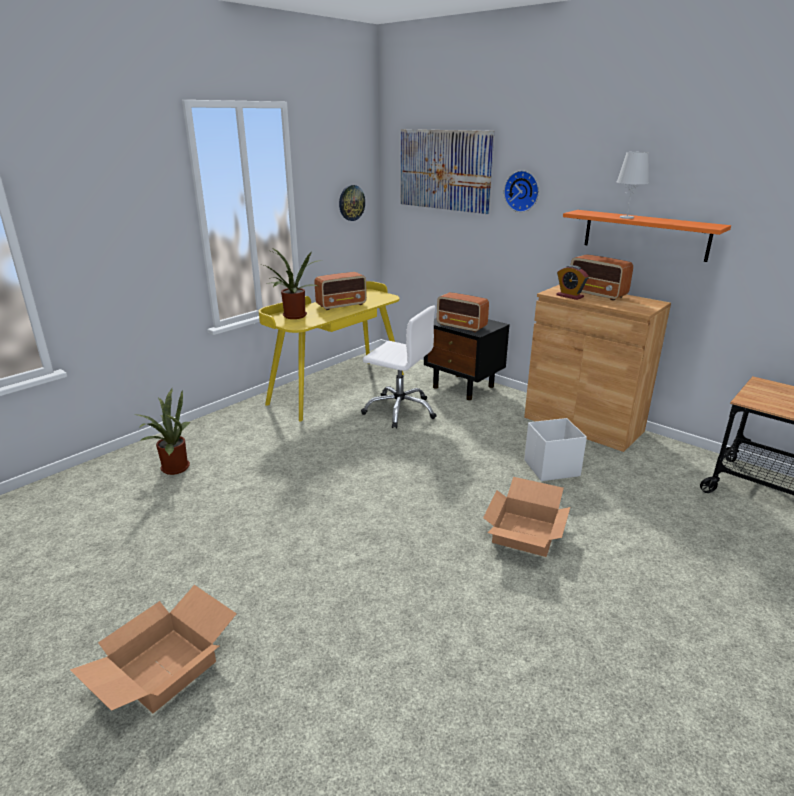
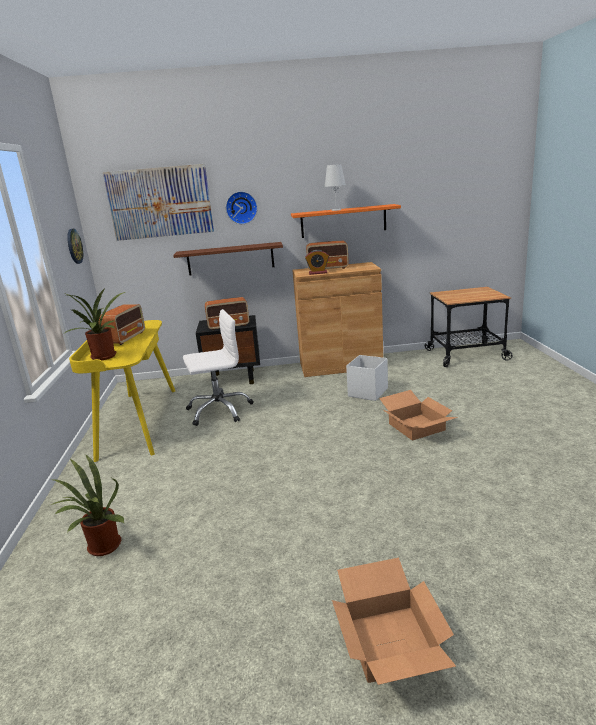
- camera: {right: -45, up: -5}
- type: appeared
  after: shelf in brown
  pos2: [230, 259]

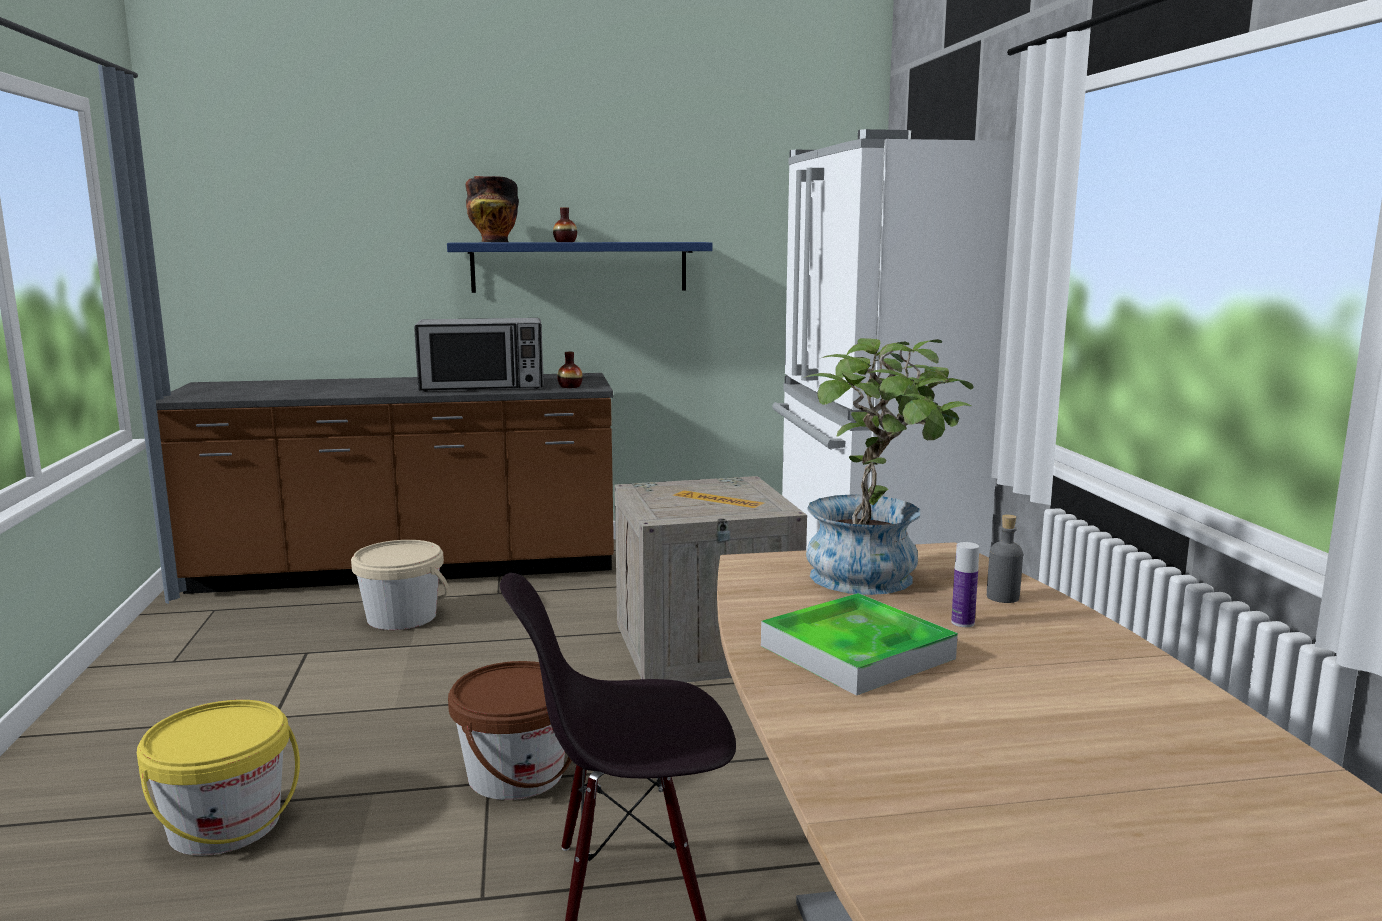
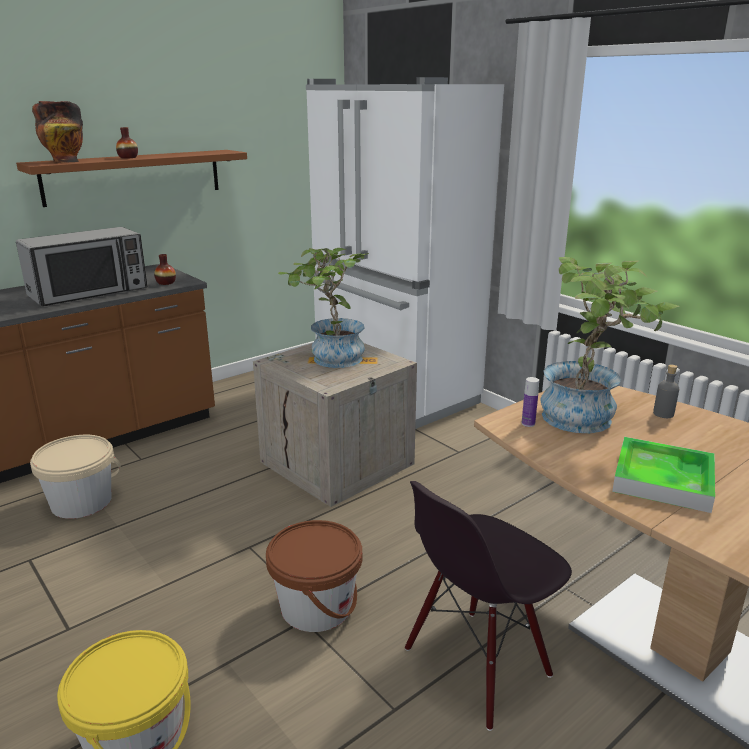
- camera: {right: -30, up: 10}
- type: colour
  before: shelf in blue-coloured
  after: shelf in brown
  pos1: [580, 266]
  pos2: [134, 176]
- type: relocated
  before: bottle
  pos1: [962, 623]
  pos2: [528, 423]
- type: appeared
  after: plant in a pot
  pos2: [330, 359]

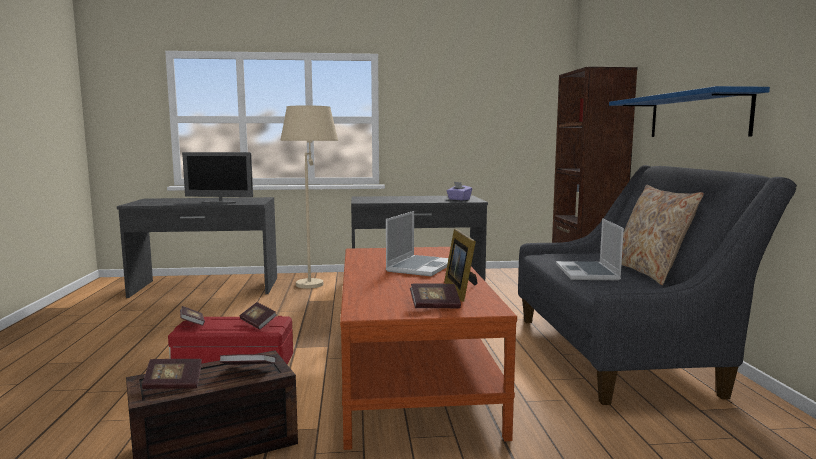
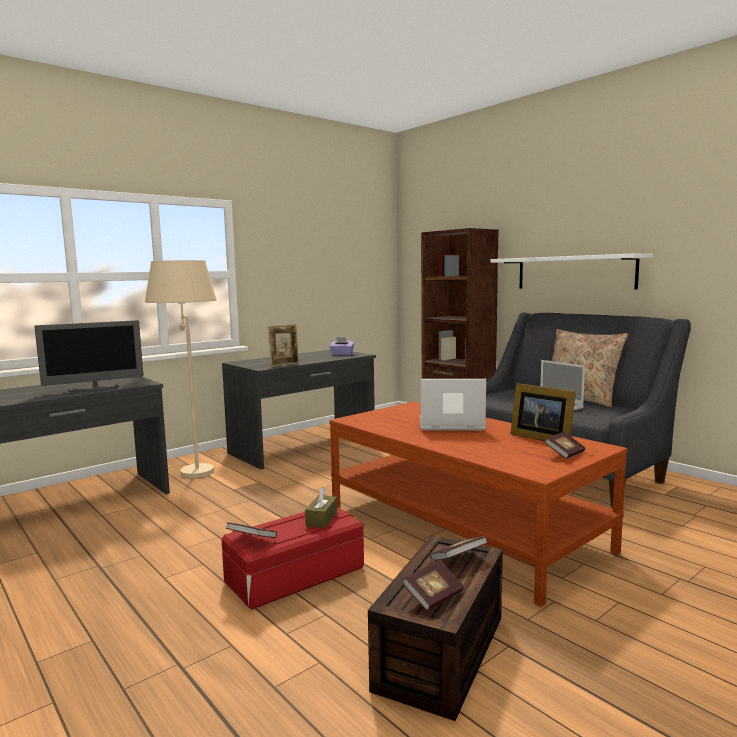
- camera: {right: -35, up: 0}
- type: exchanged
  before: volume
  after: tissue box in brown
  pos1: [258, 323]
  pos2: [321, 519]
- type: spun
  before: notebook computer
  pos1: [420, 267]
  pos2: [450, 424]
  turn: -75
- type: colour
  before: shelf in blue-coloured
  after: shelf in whitish
  pos1: [697, 116]
  pos2: [574, 272]
- type: appeared
  after: standing frame
  pos2: [284, 365]

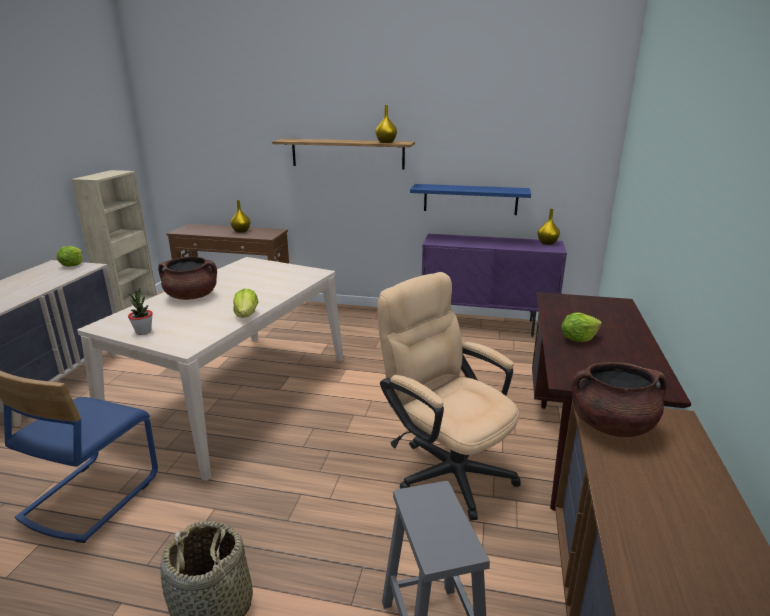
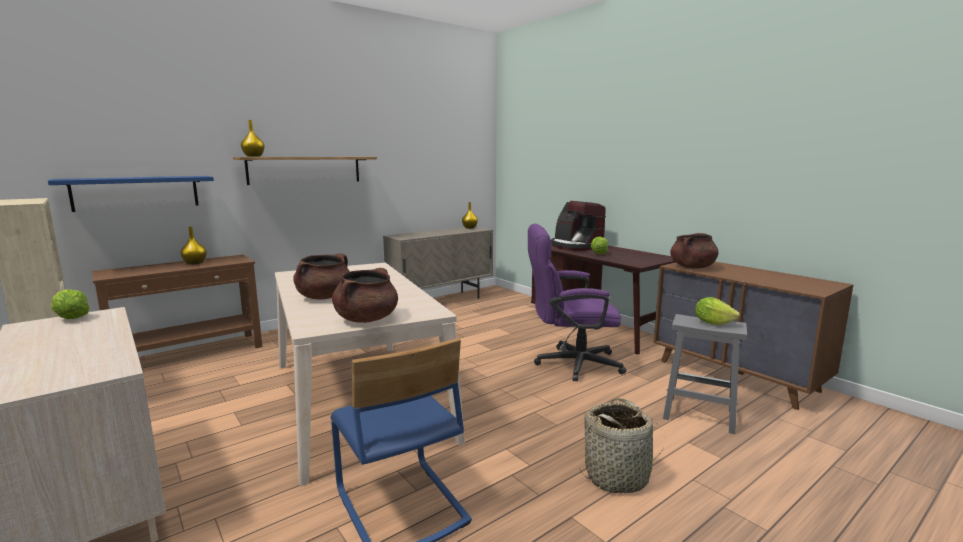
- camera: {right: -50, up: -10}
- type: exchanged
  before: plant in a pot
  after: saucepot in brown
  pos1: [143, 332]
  pos2: [366, 319]
- type: relocated
  before: lettuce head
  pos1: [246, 315]
  pos2: [713, 323]
- type: relocated
  before: vase in yellowish
  pos1: [385, 142]
  pos2: [253, 156]
- type: colour
  before: desk chair in sand-coloured
  after: desk chair in purplish
  pos1: [446, 468]
  pos2: [570, 364]
- type: relocated
  before: shelf in blue-coloured
  pos1: [470, 199]
  pos2: [136, 193]
- type: colour
  before: cabinet in purplish
  after: cabinet in sand-coloured
  pos1: [487, 324]
  pos2: [441, 301]
- type: appeared
  after: coffee machine
  pos2: [575, 246]

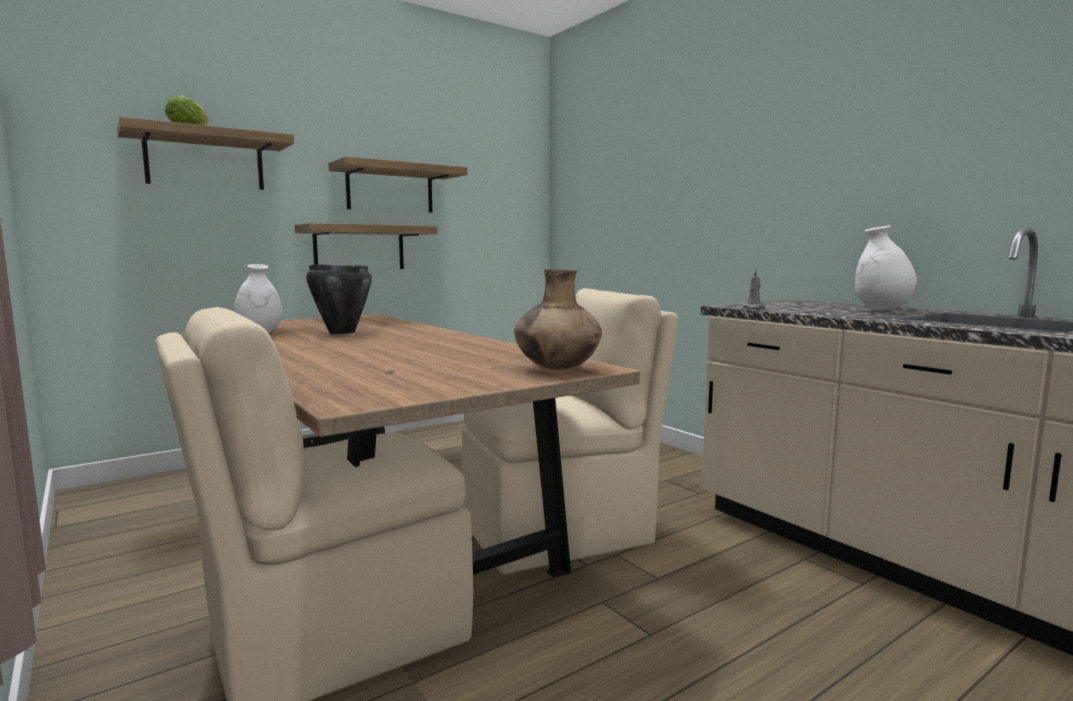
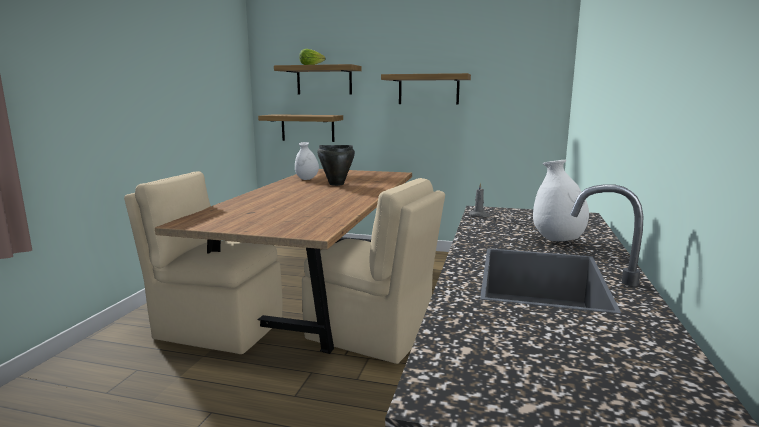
- camera: {right: 50, up: 5}
- type: relocated
  before: shelf
  pos1: [359, 248]
  pos2: [307, 128]
- type: missing
  before: vase in brown
  pos1: [556, 369]

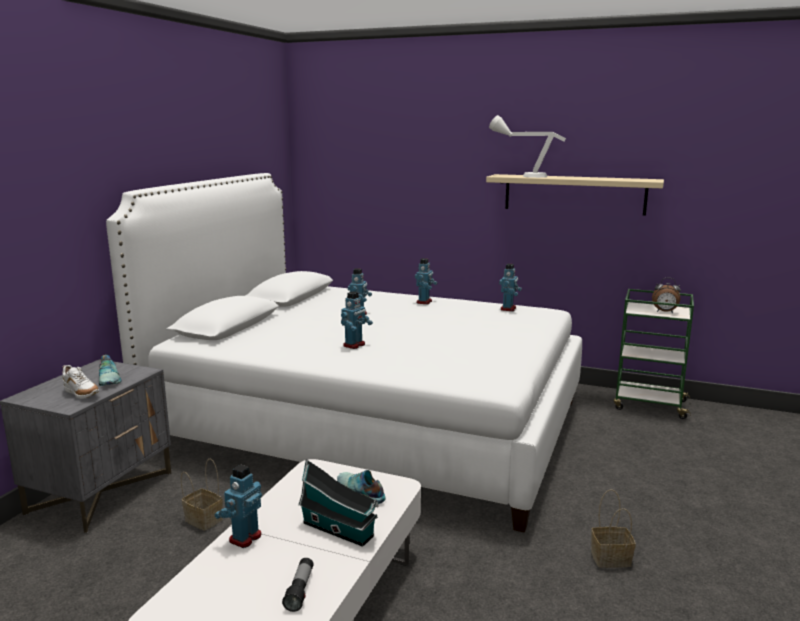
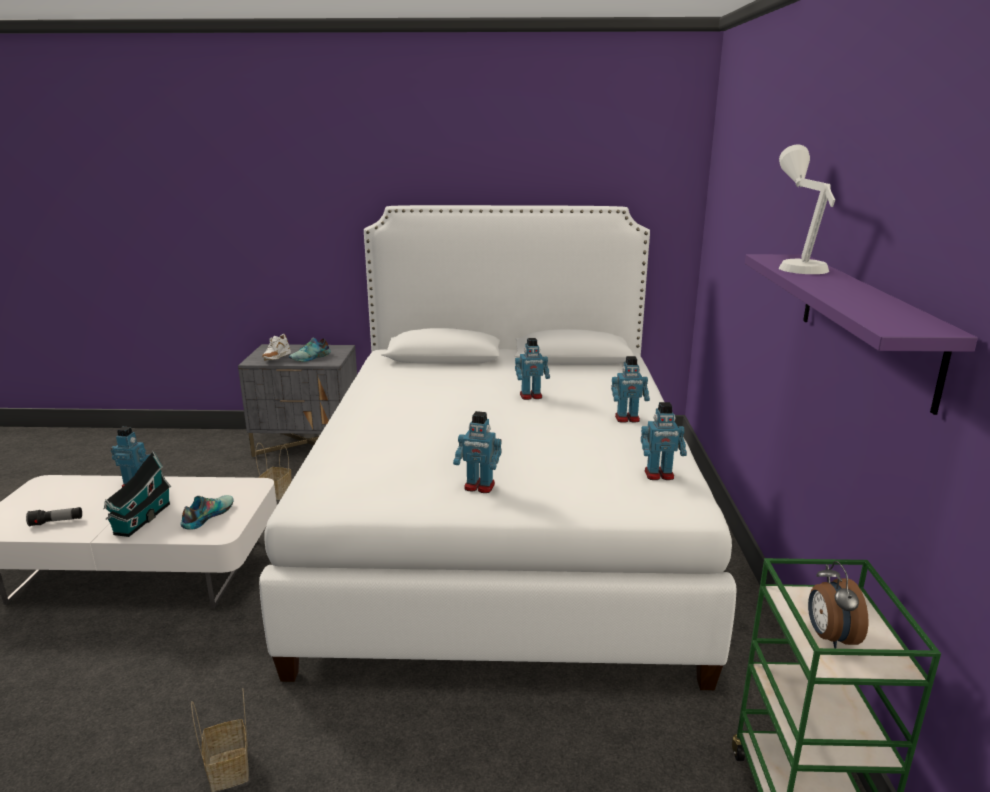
- camera: {right: 70, up: 5}
- type: relocated
  before: robot figure
  pos1: [354, 345]
  pos2: [479, 487]
- type: colour
  before: shelf in sand-coloured
  after: shelf in purplish
  pos1: [574, 194]
  pos2: [865, 323]

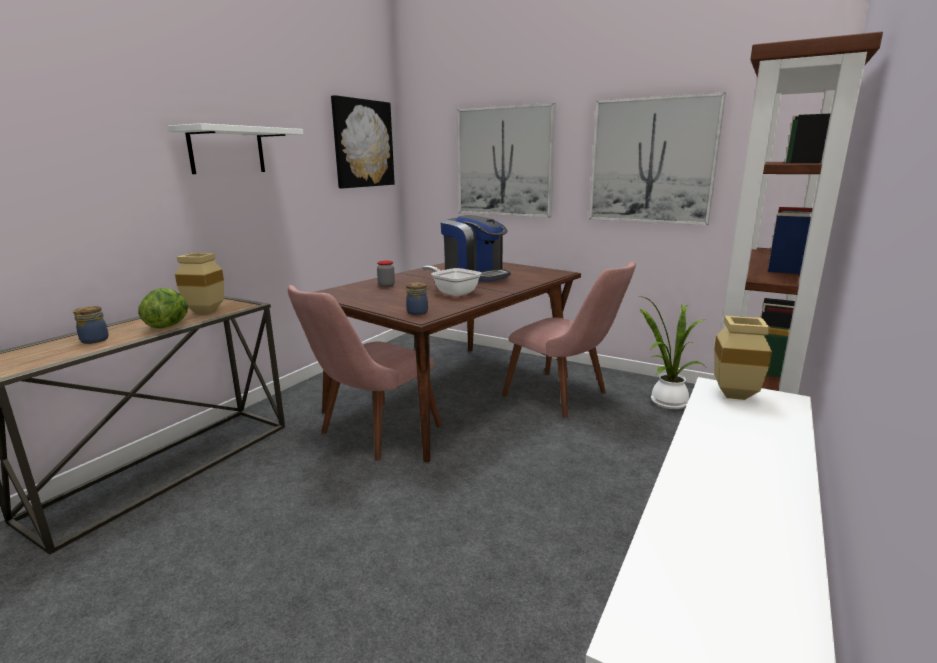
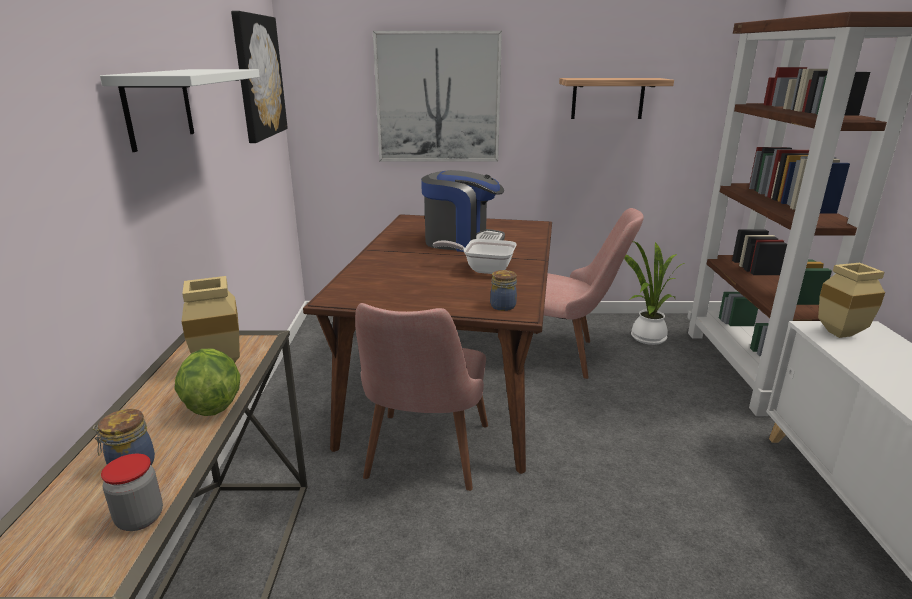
- camera: {right: -30, up: 5}
- type: relocated
  before: storage jar
  pos1: [386, 285]
  pos2: [140, 518]
- type: exchanged
  before: picture
  after: shelf
  pos1: [652, 161]
  pos2: [607, 98]

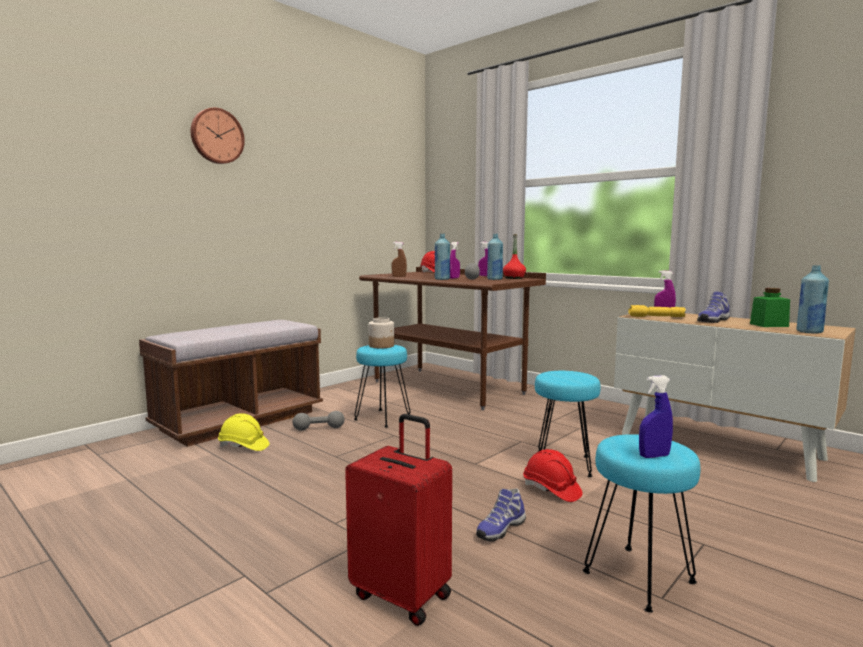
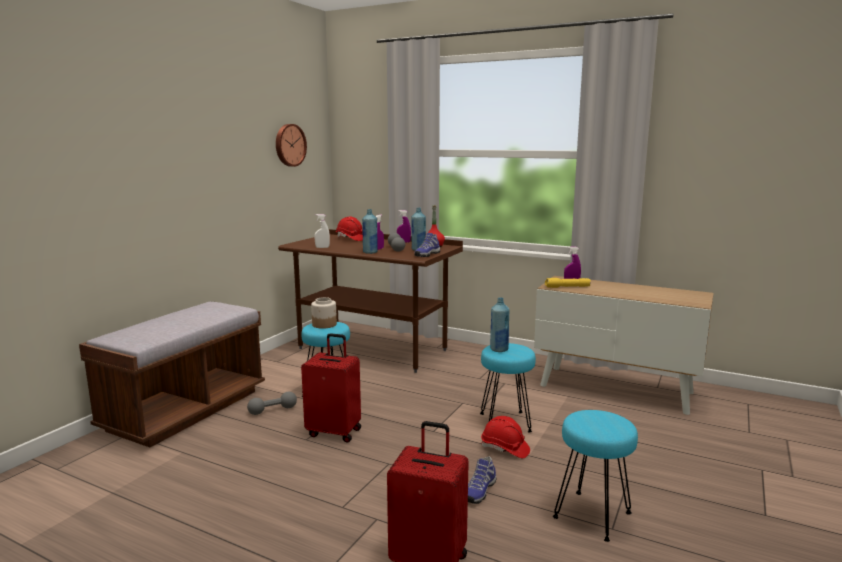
- camera: {right: -15, up: 5}
- type: relocated
  before: wall clock
  pos1: [216, 136]
  pos2: [289, 145]
- type: missing
  before: hard hat in yellowish
  pos1: [243, 446]
- type: colour
  before: hand sprayer in brown
  after: hand sprayer in whitish
  pos1: [399, 276]
  pos2: [322, 247]
- type: missing
  before: hand sprayer in blue-coloured
  pos1: [654, 456]
- type: relocated
  before: low shoe
  pos1: [712, 321]
  pos2: [426, 255]
- type: missing
  before: storage jar in green-coloured
  pos1: [769, 325]
- type: relocated
  before: bottle in blue-coloured
  pos1: [809, 332]
  pos2: [499, 349]
- type: appeared
  after: piece of luggage in reddish
  pos2: [335, 432]

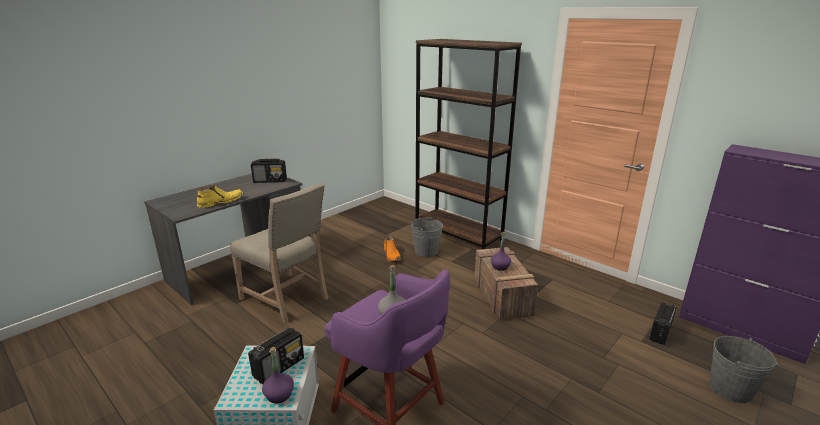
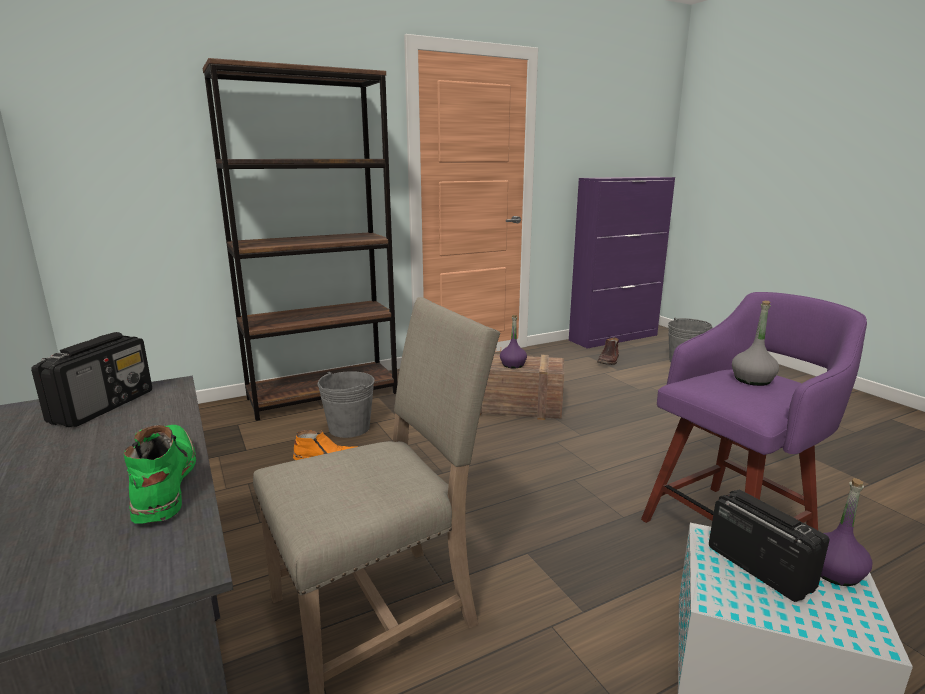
- camera: {right: -70, up: -5}
- type: colour
  before: tall boot in yellowish
  after: tall boot in green-coloured
  pos1: [220, 202]
  pos2: [162, 482]
- type: exchanged
  before: radio
  after: tall boot in brown
  pos1: [660, 333]
  pos2: [608, 360]

